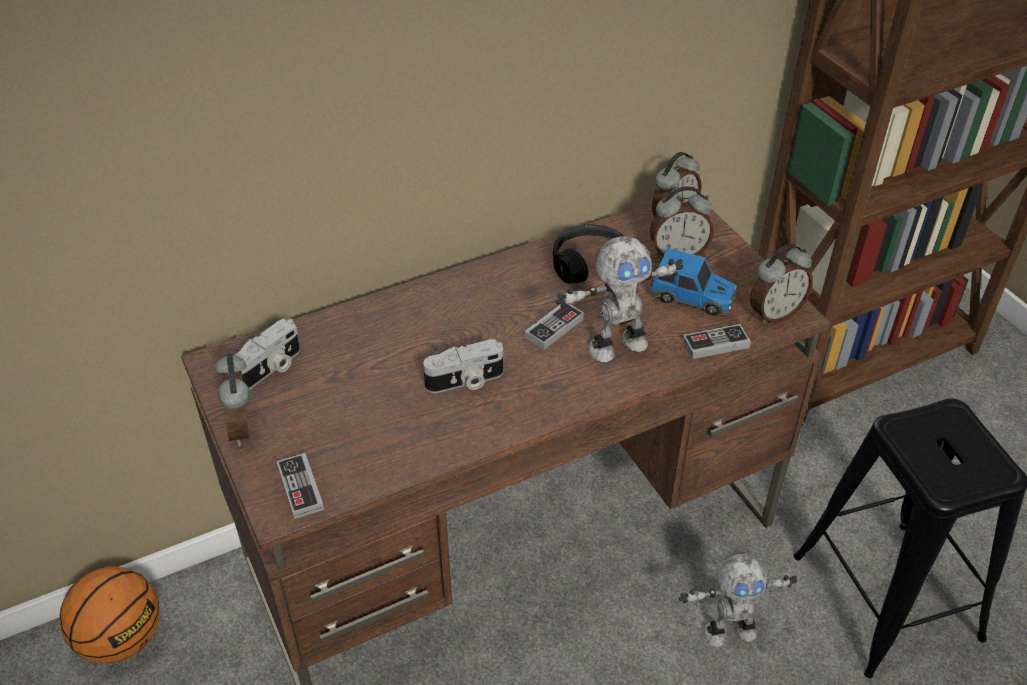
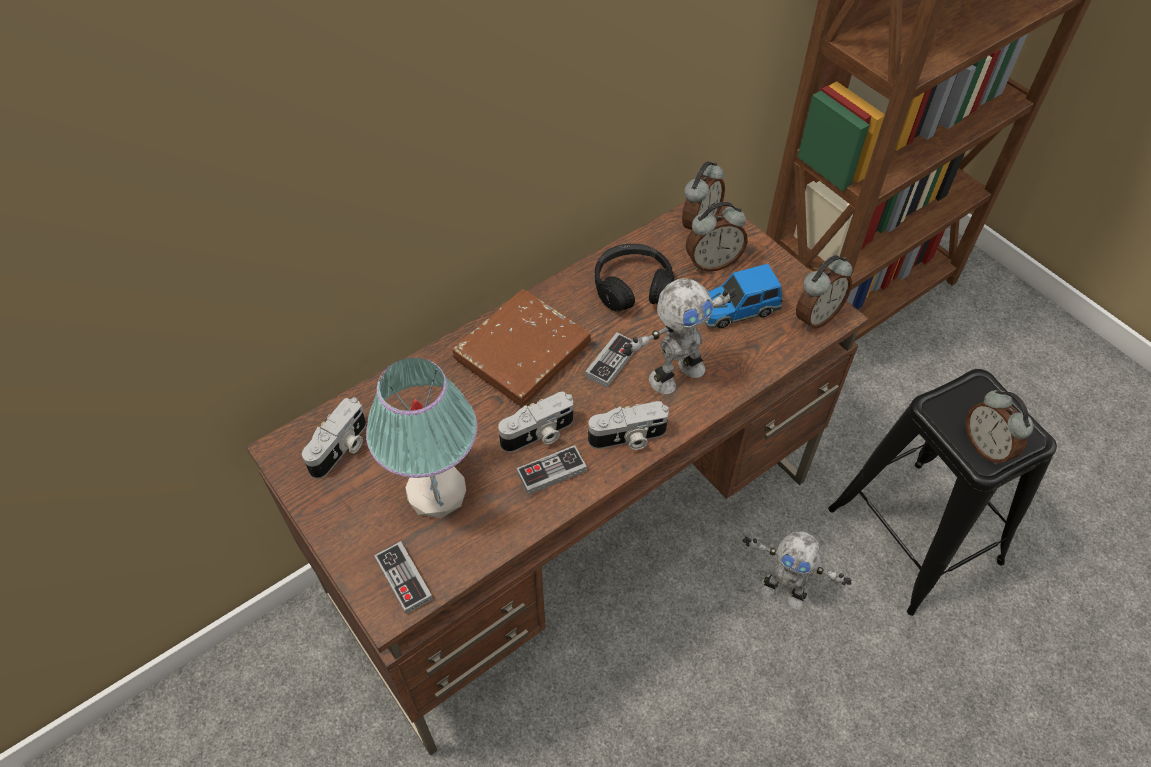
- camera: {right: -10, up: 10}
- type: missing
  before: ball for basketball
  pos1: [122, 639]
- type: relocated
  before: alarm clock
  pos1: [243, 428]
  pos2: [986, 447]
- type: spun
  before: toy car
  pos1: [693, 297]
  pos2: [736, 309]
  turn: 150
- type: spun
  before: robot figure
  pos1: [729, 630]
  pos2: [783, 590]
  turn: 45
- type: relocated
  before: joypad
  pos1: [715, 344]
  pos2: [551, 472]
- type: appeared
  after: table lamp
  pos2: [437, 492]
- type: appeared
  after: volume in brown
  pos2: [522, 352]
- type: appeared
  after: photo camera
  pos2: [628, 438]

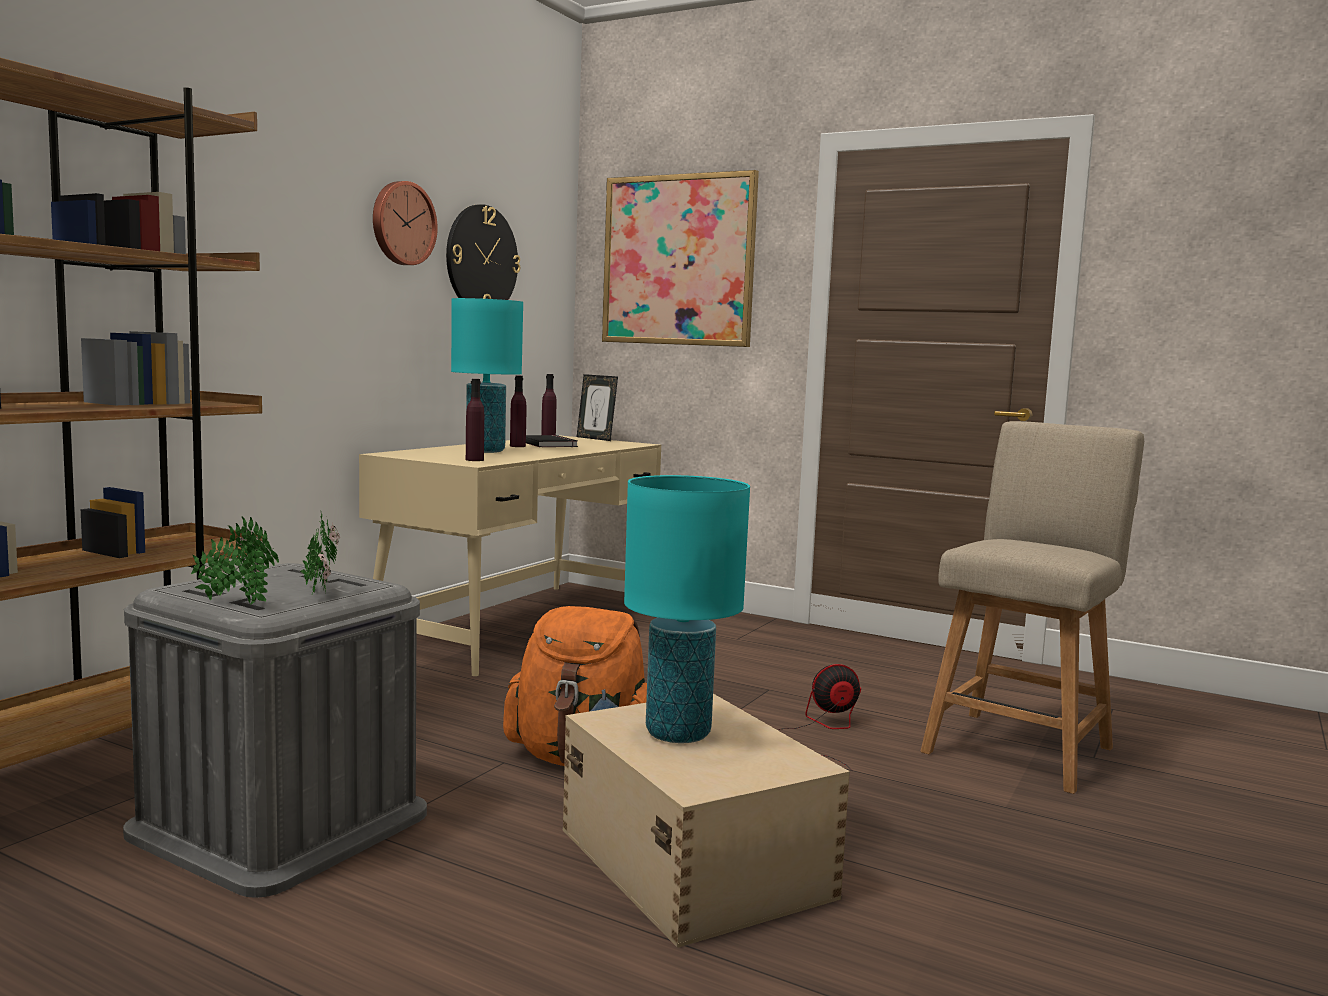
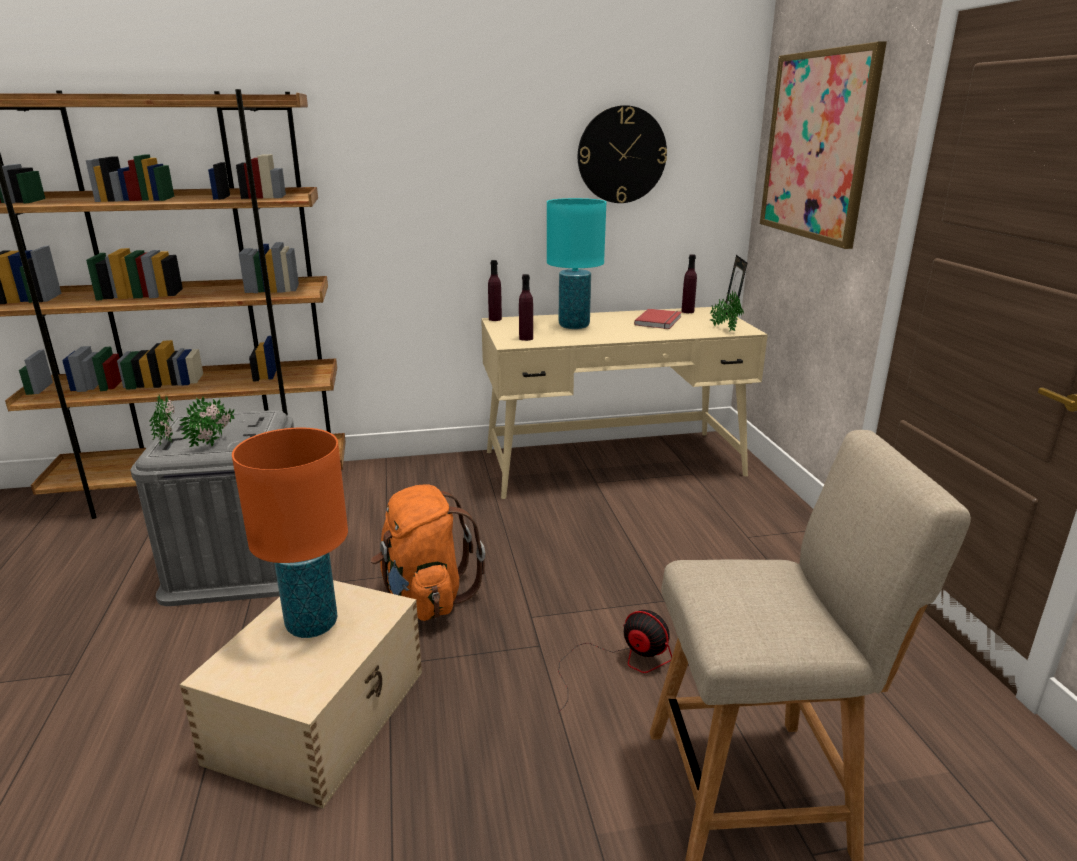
- camera: {right: 50, up: 15}
- type: missing
  before: wall clock
  pos1: [402, 223]
- type: relocated
  before: bottle in purplish
  pos1: [517, 446]
  pos2: [495, 319]
- type: colour
  before: volume in blackish
  after: volume in reddish
  pos1: [549, 444]
  pos2: [660, 321]
- type: colour
  before: table lamp in turquoise-coloured
  after: table lamp in orange
  pos1: [678, 733]
  pos2: [312, 624]
- type: appeared
  after: plant in a pot
  pos2: [724, 329]

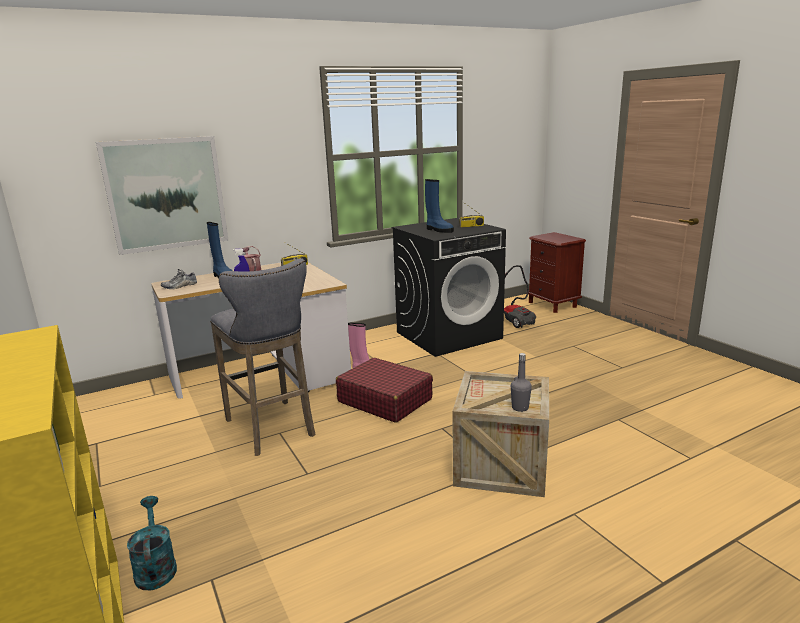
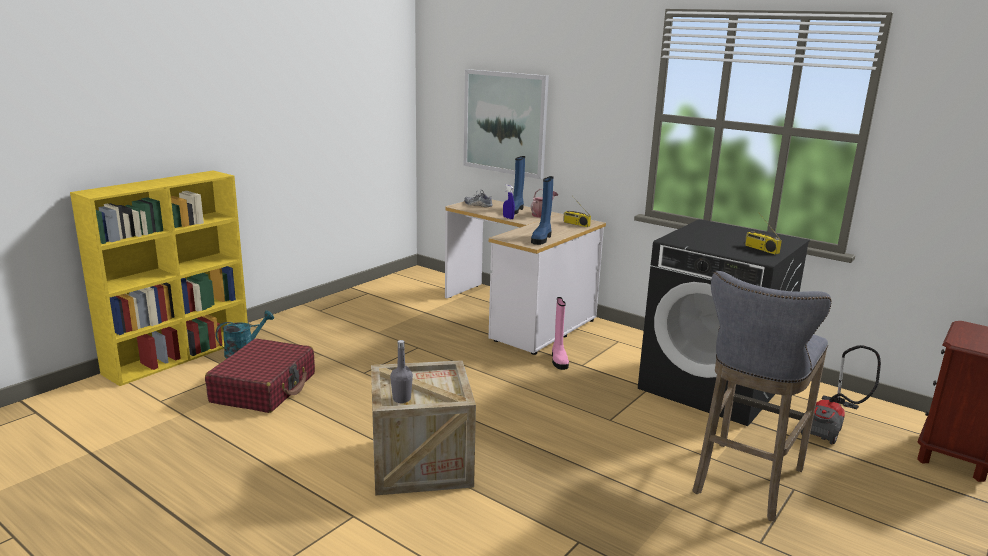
- camera: {right: 65, up: 0}
- type: relocated
  before: stool seat in greyish
  pos1: [273, 429]
  pos2: [745, 483]
- type: relocated
  before: piece of luggage in reddish
  pos1: [384, 400]
  pos2: [264, 388]
- type: relocated
  before: tall boot in blue-coloured
  pos1: [438, 230]
  pos2: [541, 239]

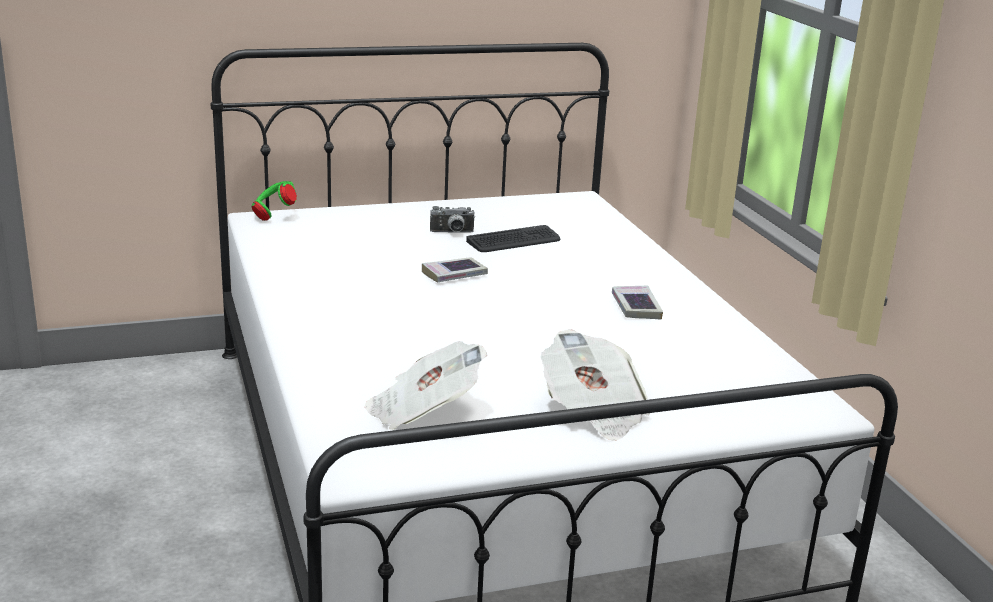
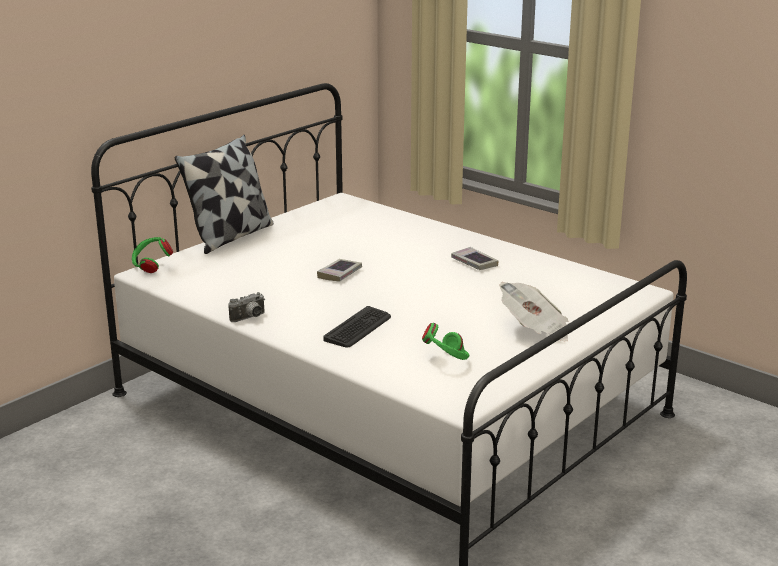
- camera: {right: -30, up: 0}
- type: exchanged
  before: printed paper
  after: pair of headphones in green-coloured
  pos1: [423, 412]
  pos2: [447, 360]
- type: relocated
  before: photo camera
  pos1: [452, 233]
  pos2: [249, 318]
- type: relocated
  before: computer keyboard
  pos1: [514, 241]
  pos2: [358, 328]
- type: appeared
  after: pillow
  pos2: [230, 236]

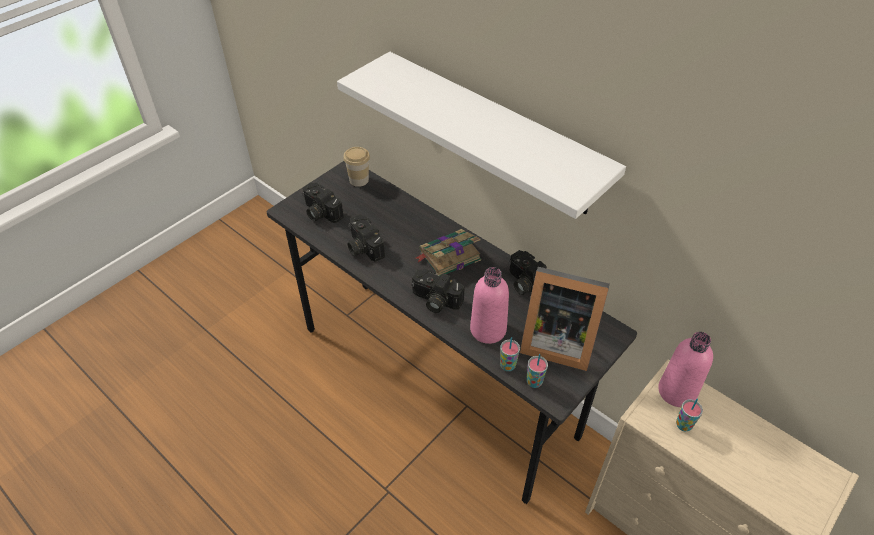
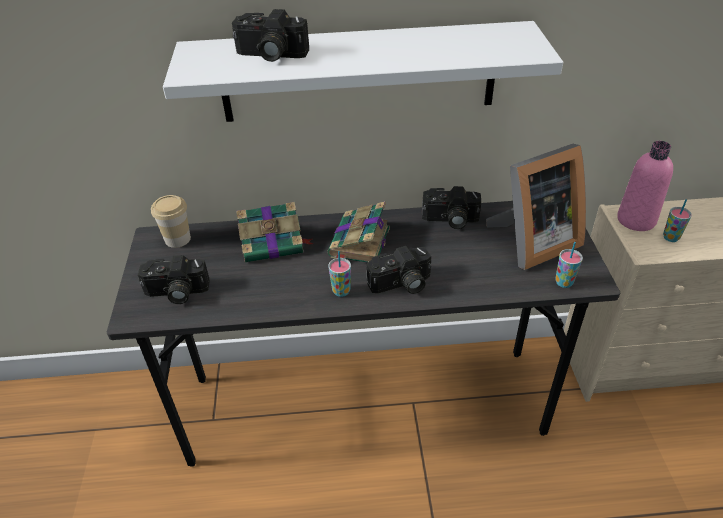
- camera: {right: -45, up: -5}
- type: relocated
  before: photo camera
  pos1: [362, 247]
  pos2: [270, 55]
- type: missing
  before: bottle in pinkish
  pos1: [488, 329]
- type: relocated
  before: small cup
  pos1: [507, 366]
  pos2: [341, 291]
- type: appeared
  after: volume
  pos2: [273, 243]

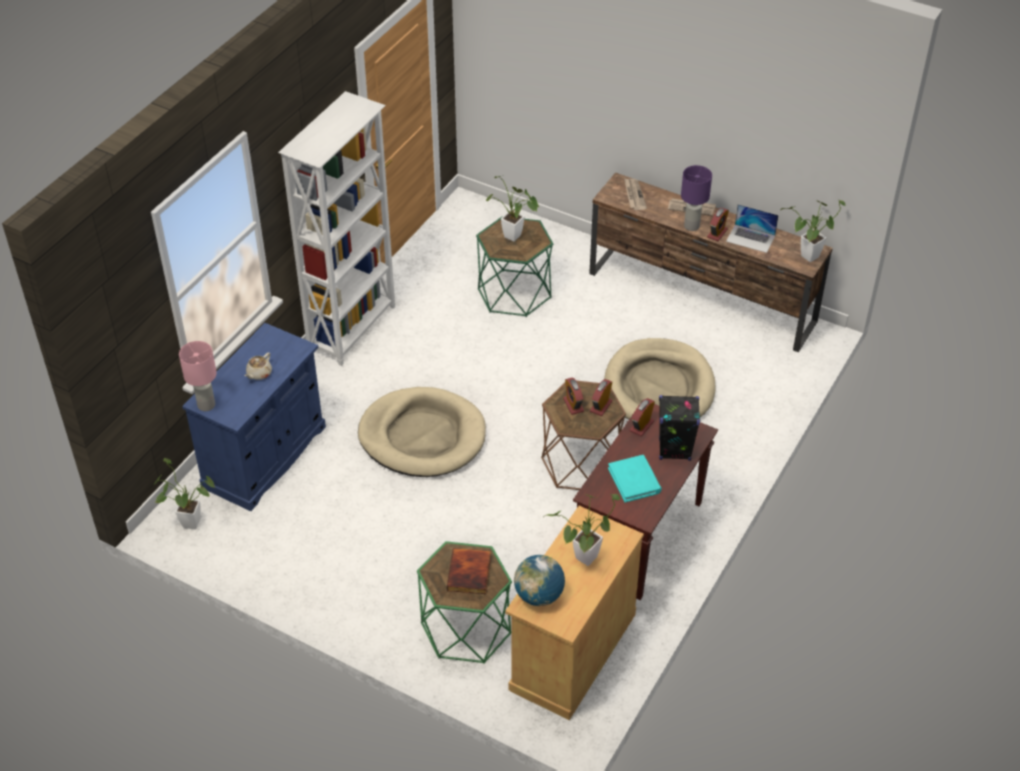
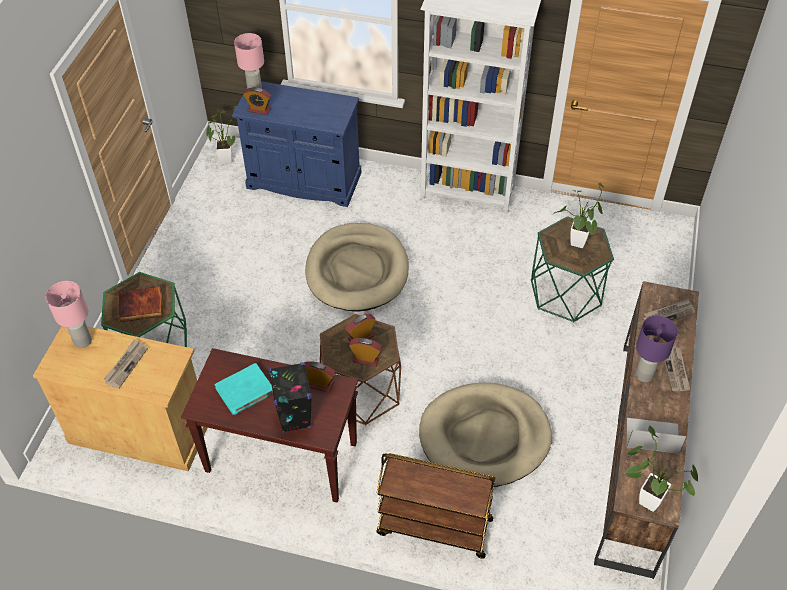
- camera: {right: 75, up: 5}
- type: missing
  before: tea pot in sand-coloured
  pos1: [259, 374]
- type: exchanged
  before: desk globe
  after: table lamp in pinkish
  pos1: [539, 595]
  pos2: [82, 340]
- type: exchanged
  before: plant in a pot
  after: printed paper
  pos1: [583, 561]
  pos2: [126, 364]
- type: relocated
  before: alarm clock
  pos1: [717, 233]
  pos2: [259, 110]
- type: spun
  before: notebook computer
  pos1: [750, 238]
  pos2: [652, 435]
  turn: 90
- type: appeared
  after: trolley in brown
  pos2: [433, 527]

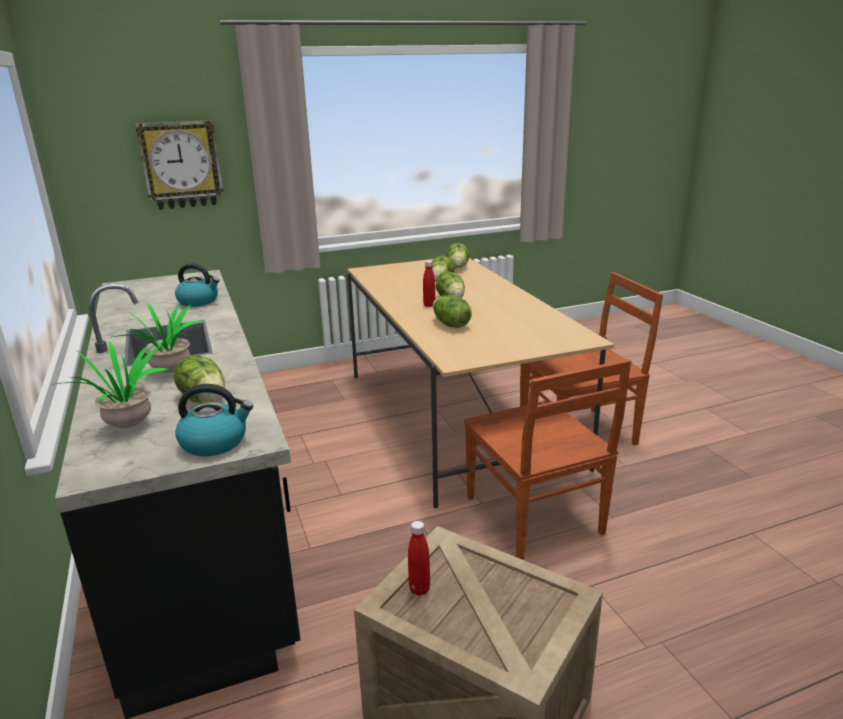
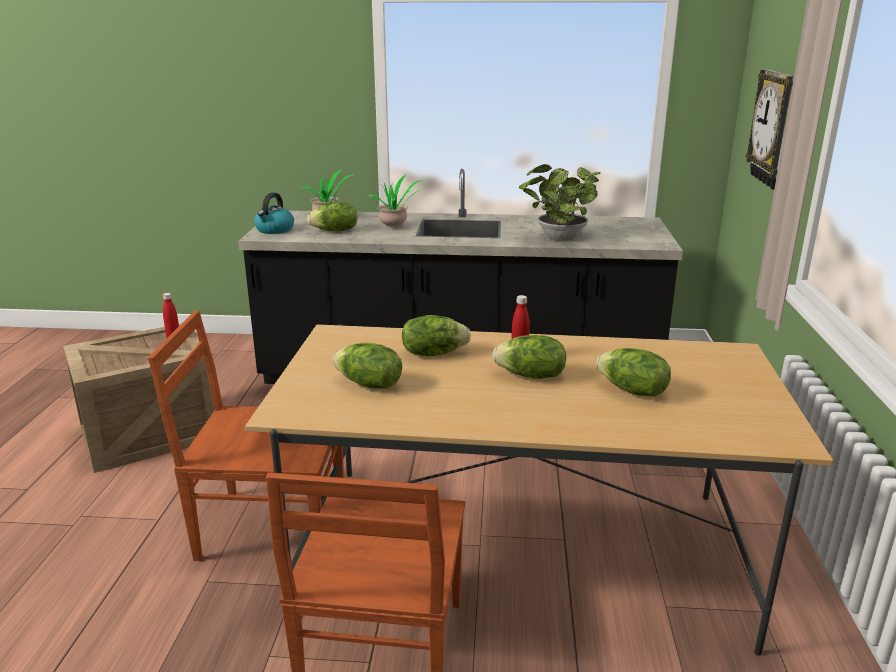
- camera: {right: 115, up: 0}
- type: exchanged
  before: kettle
  after: plant in a pot
  pos1: [199, 301]
  pos2: [558, 239]
- type: relocated
  before: lettuce head
  pos1: [458, 267]
  pos2: [369, 384]

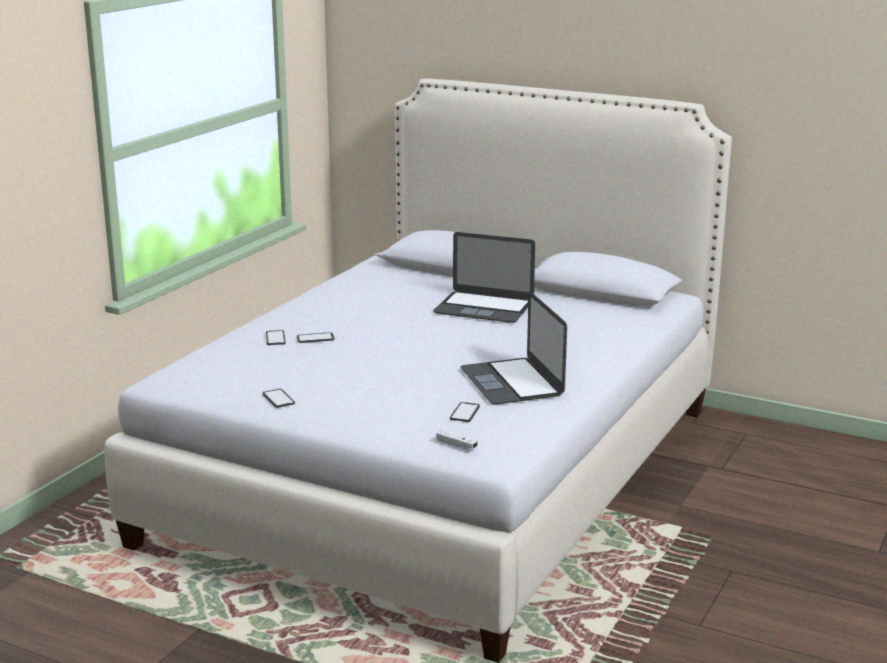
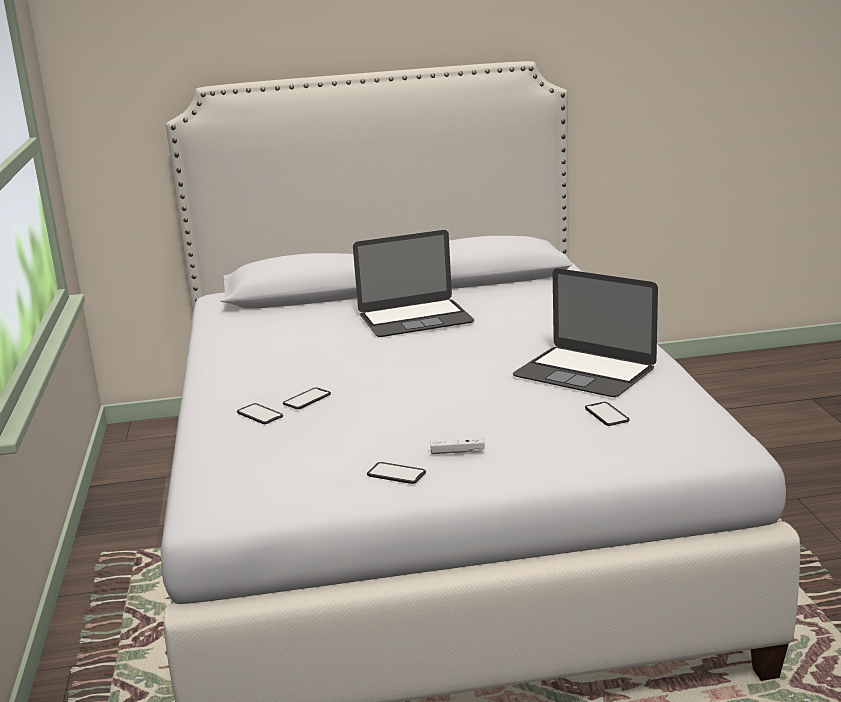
- camera: {right: -35, up: 0}
- type: relocated
  before: joypad in whitish
  pos1: [456, 445]
  pos2: [457, 451]

